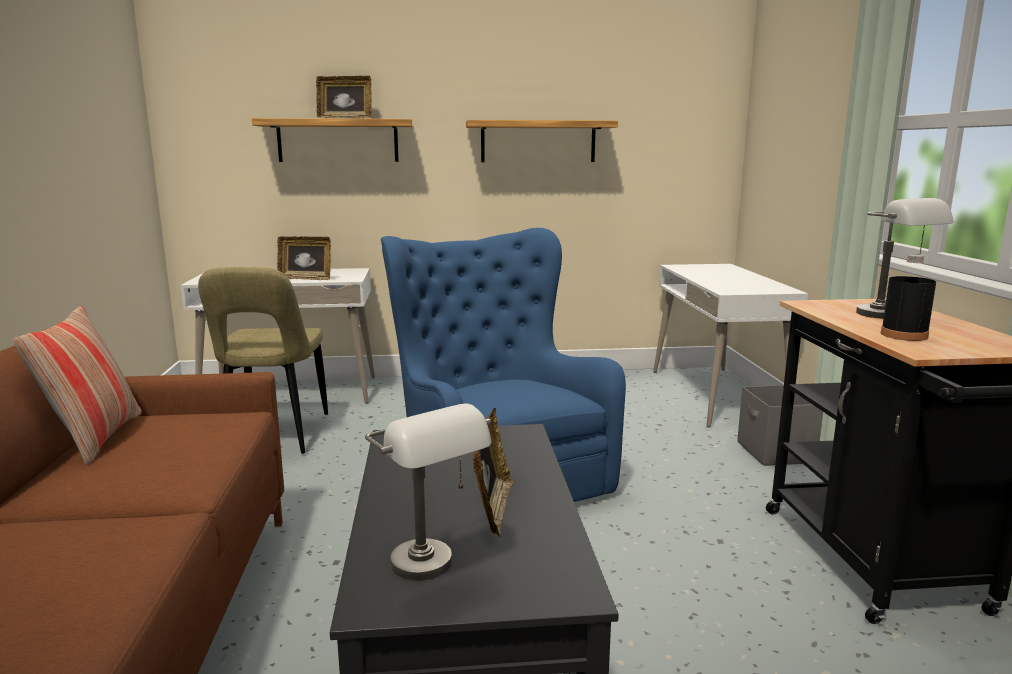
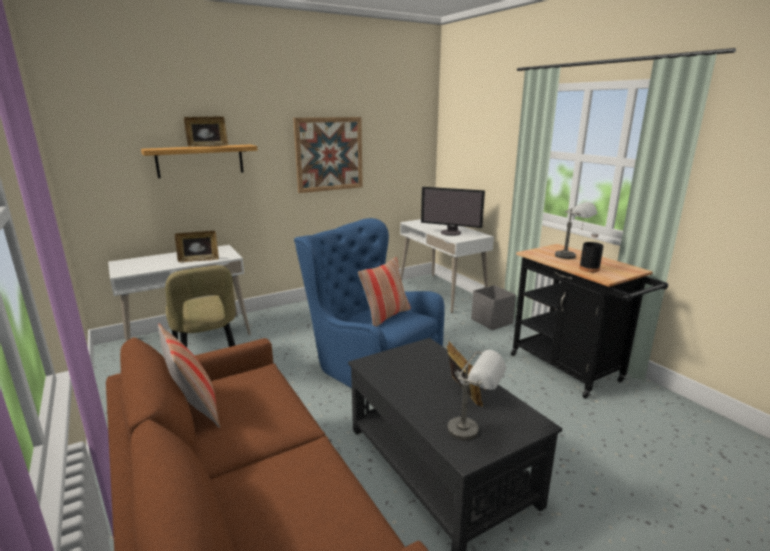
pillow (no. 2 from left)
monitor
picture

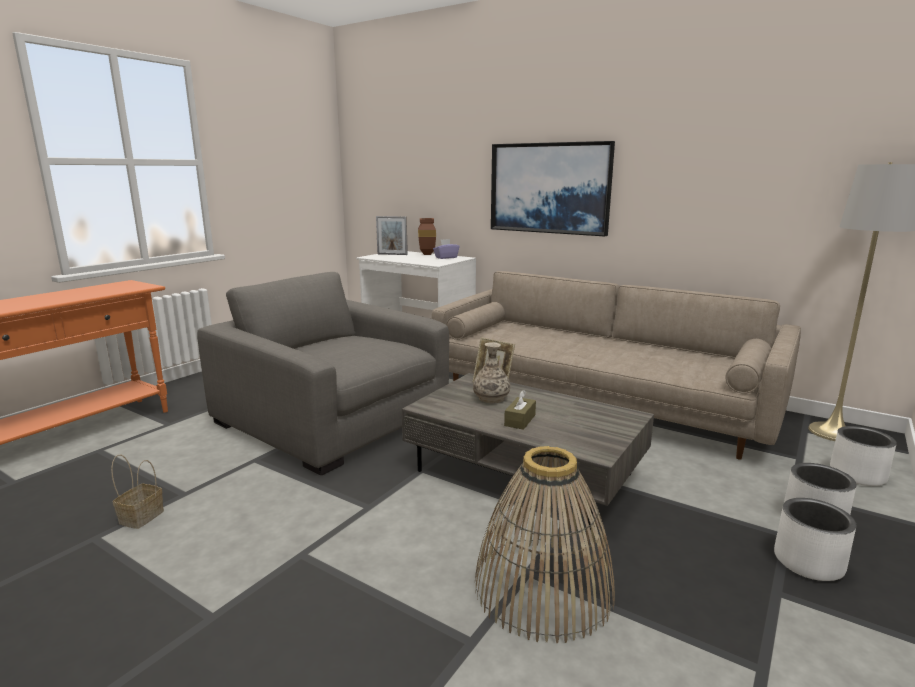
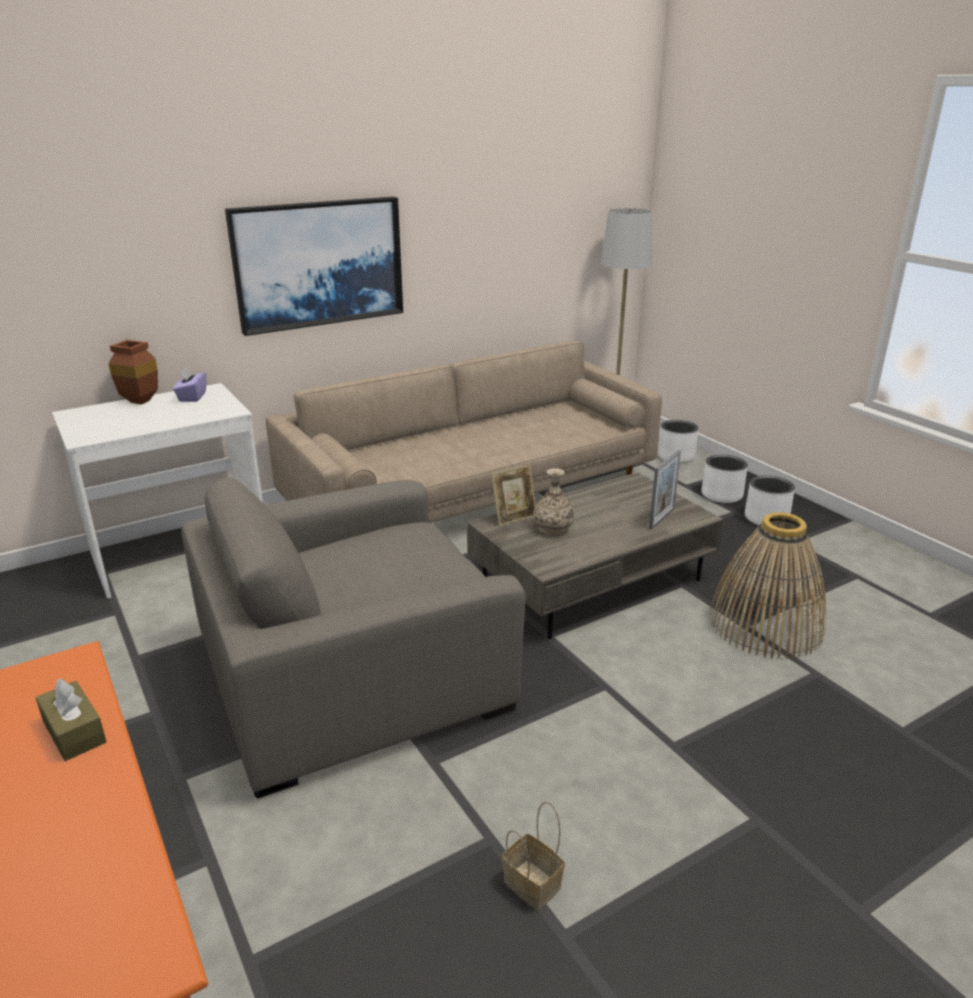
picture frame (no. 2 from left)
brown tissue box

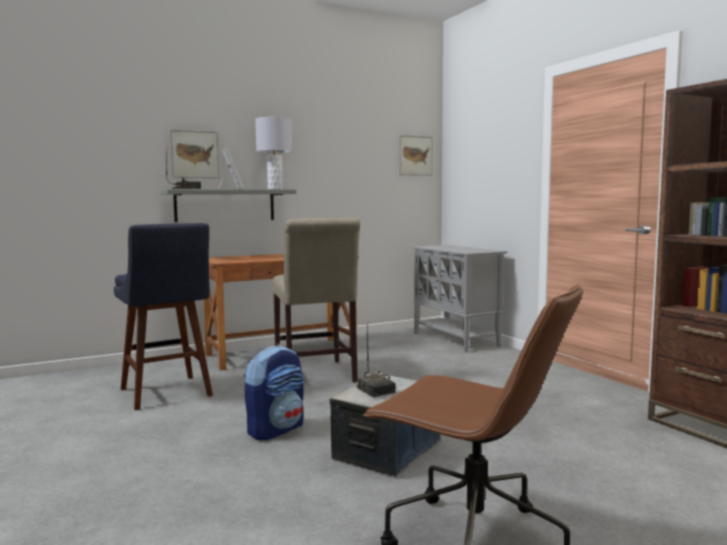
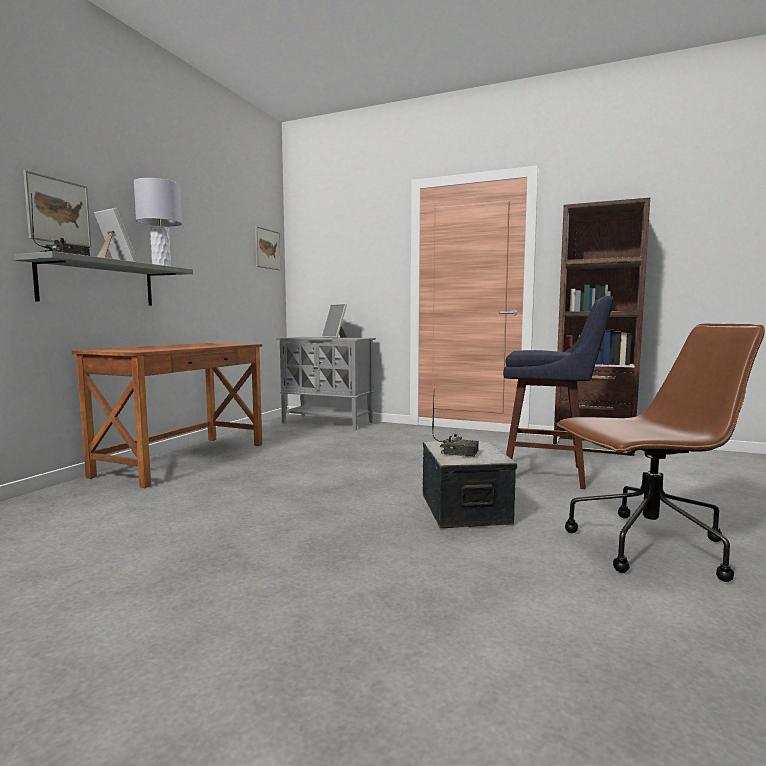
backpack
beige chair
picture frame (no. 2 from left)
blue stool

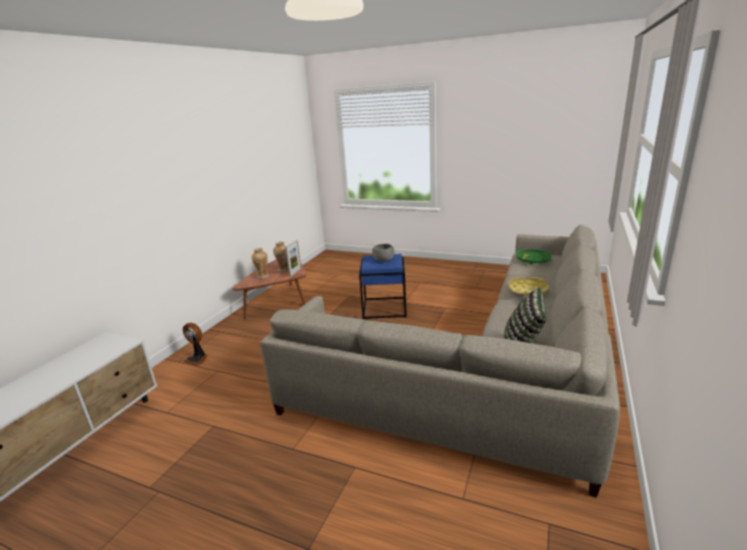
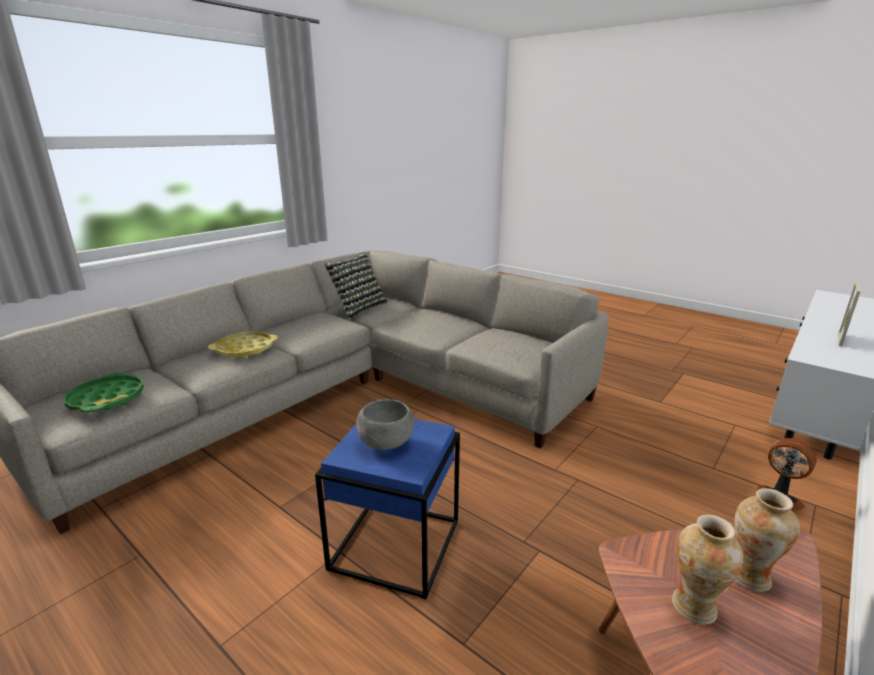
picture frame

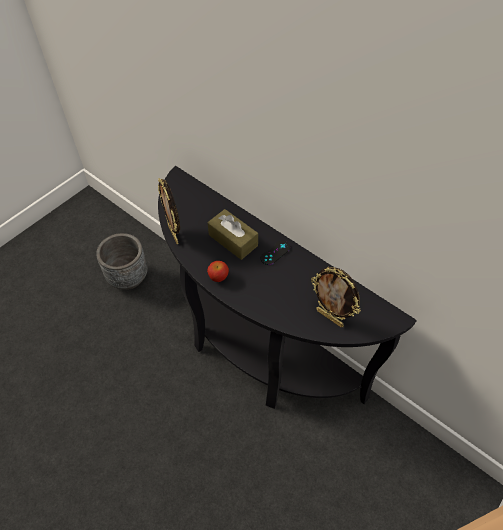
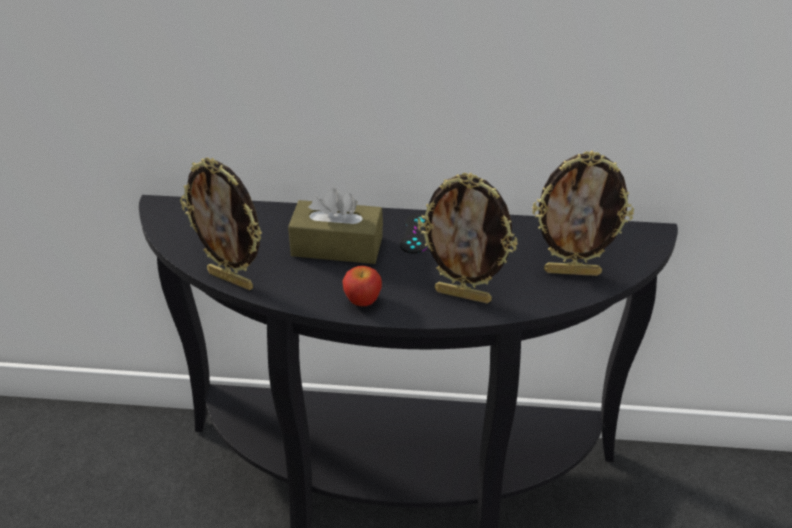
grey planter
picture frame (no. 2 from left)

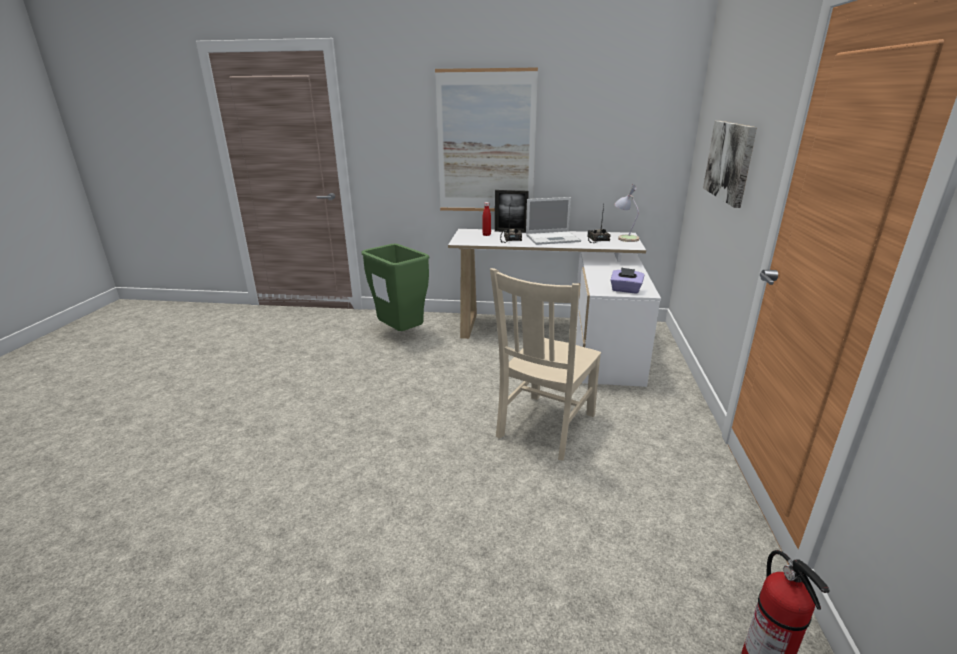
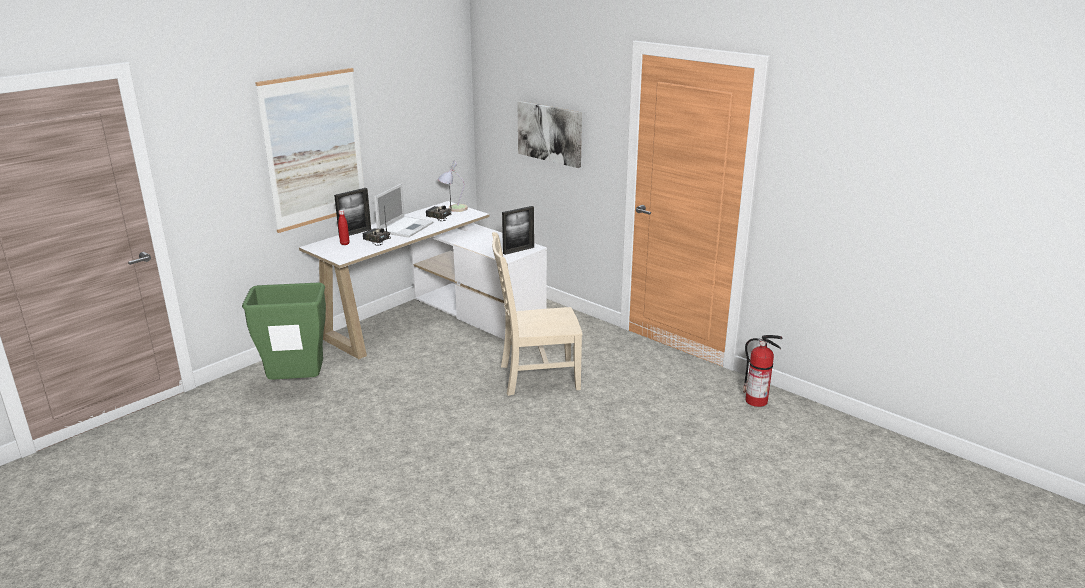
picture frame (no. 2 from left)
beige chair

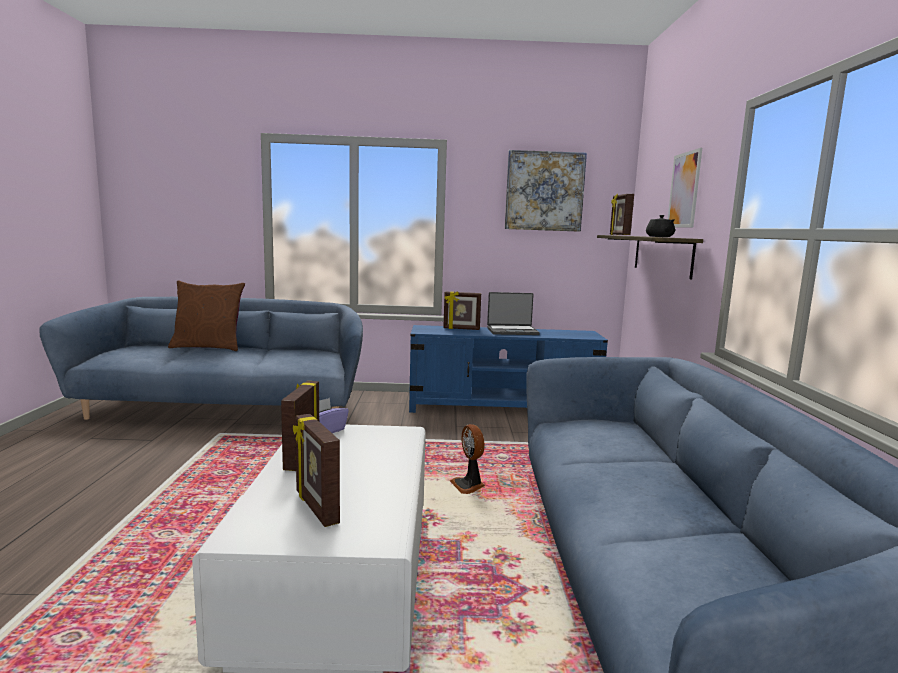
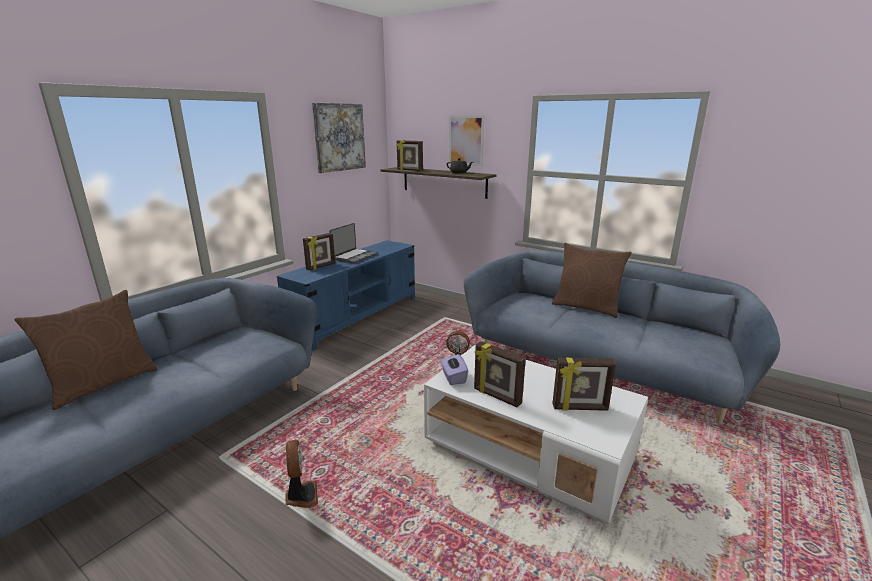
fan (no. 1 from left)
brown pillow (no. 2 from left)

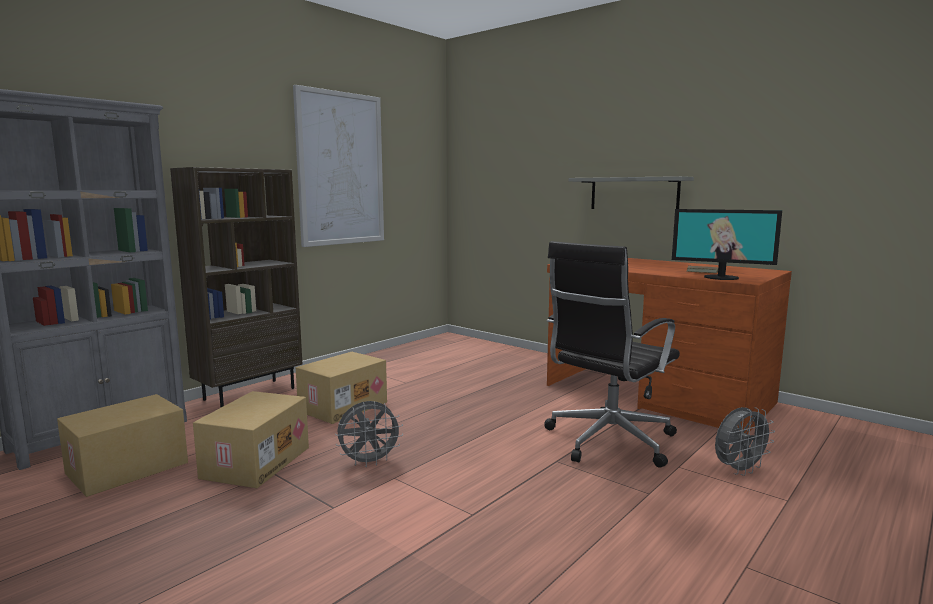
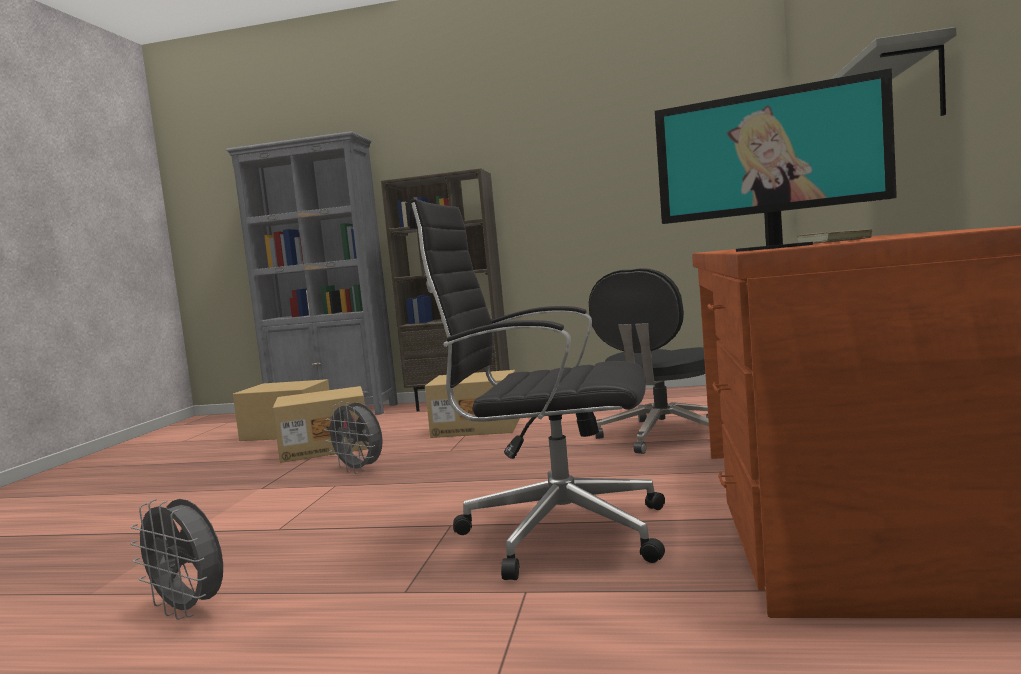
picture
black office chair (no. 2 from left)
grey fan (no. 1 from left)
monitor

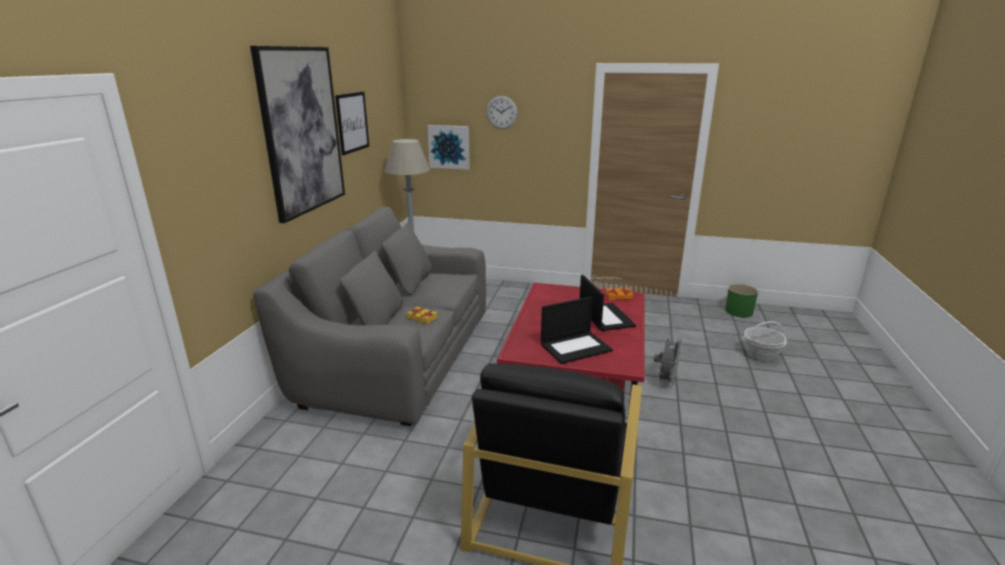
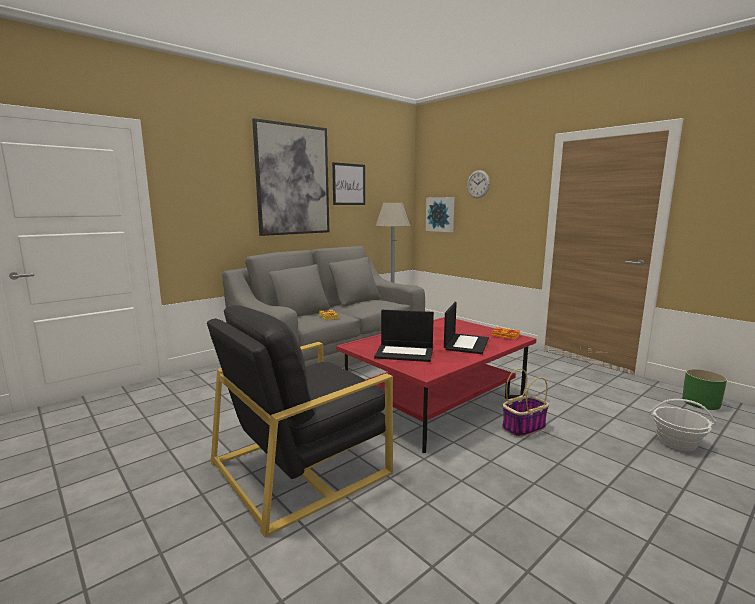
basket (no. 1 from left)

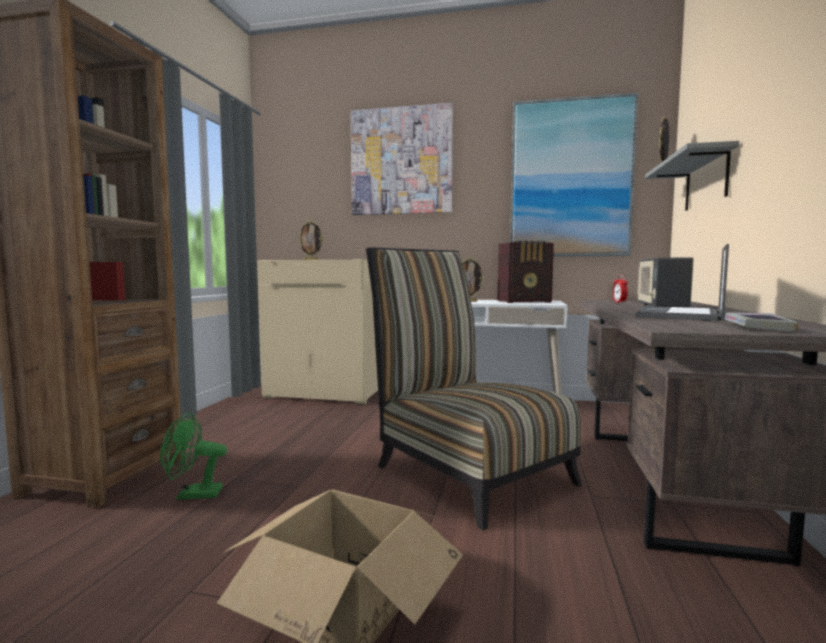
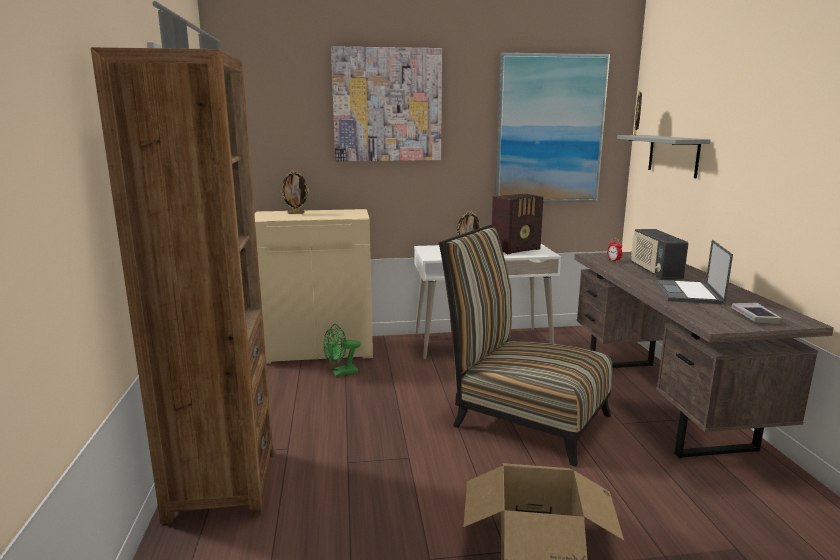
green fan

